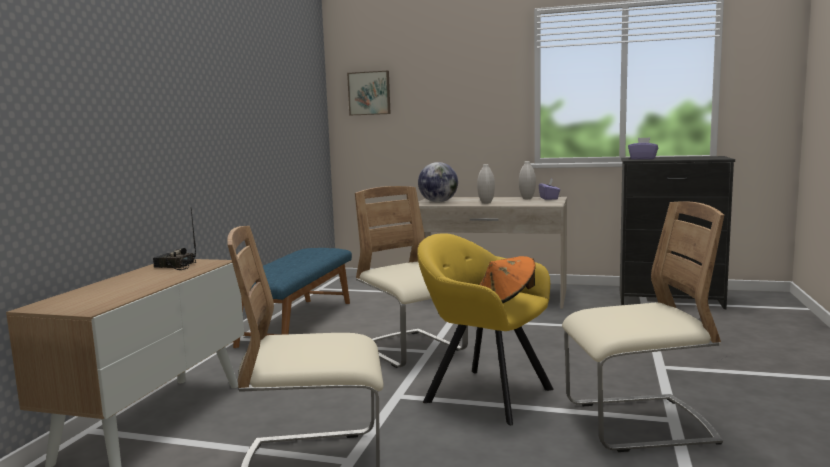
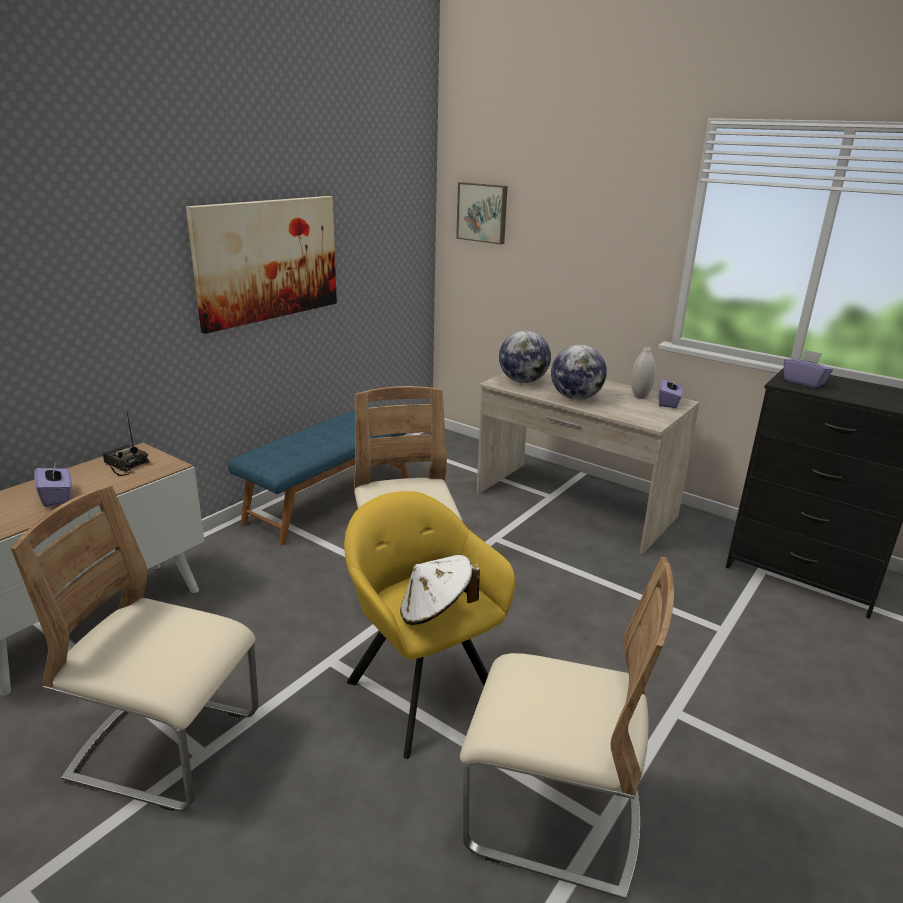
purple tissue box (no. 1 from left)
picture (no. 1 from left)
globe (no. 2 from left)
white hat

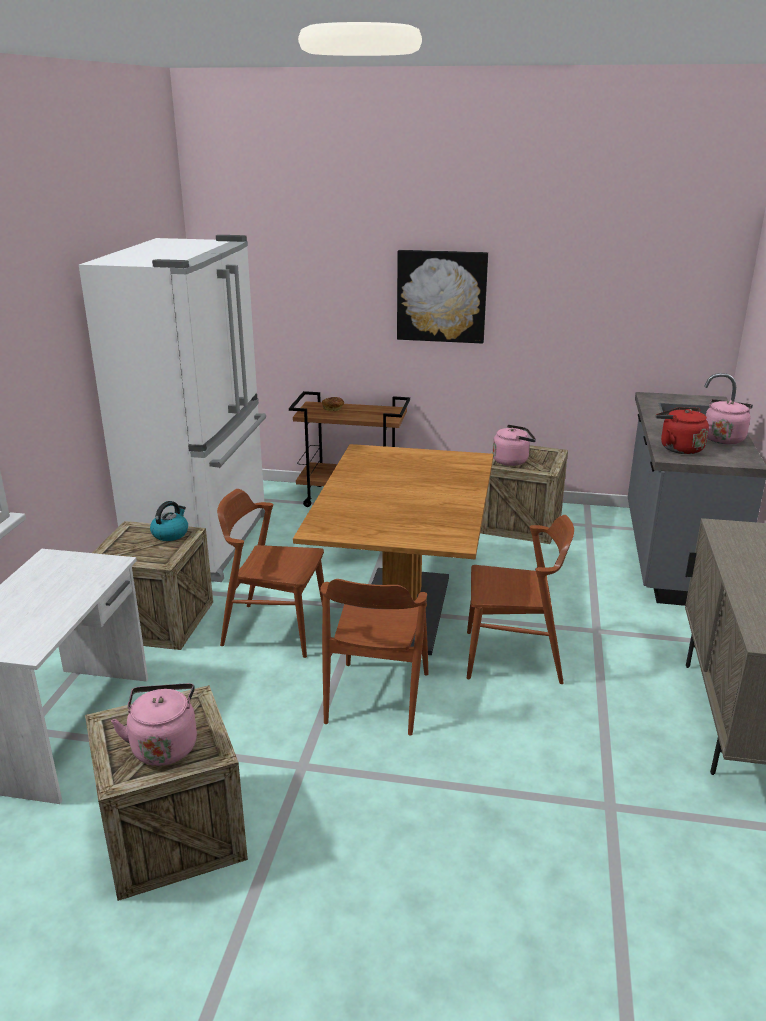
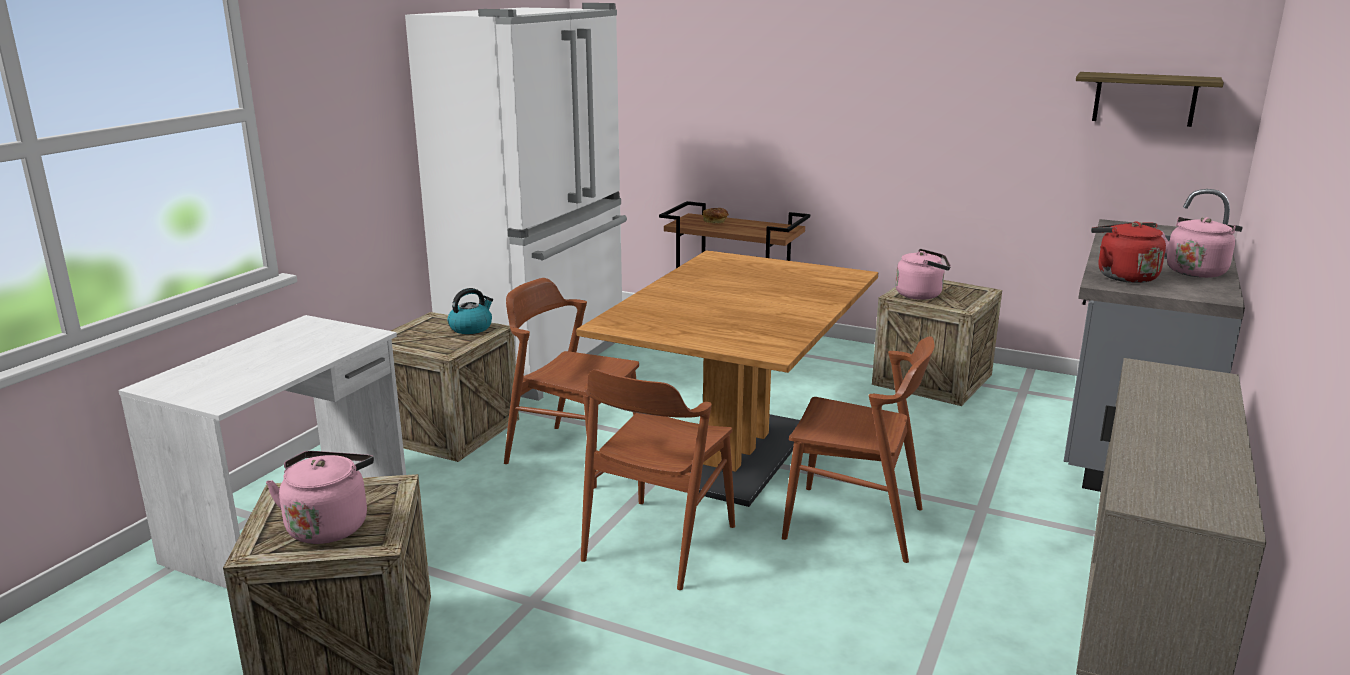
picture
shelf

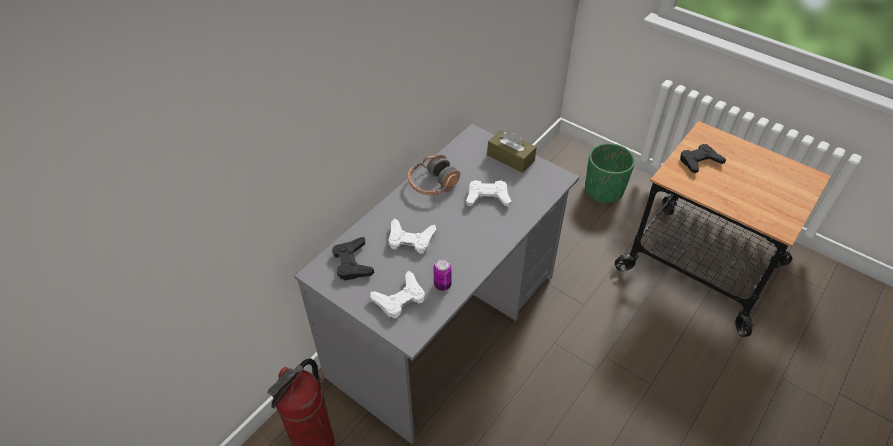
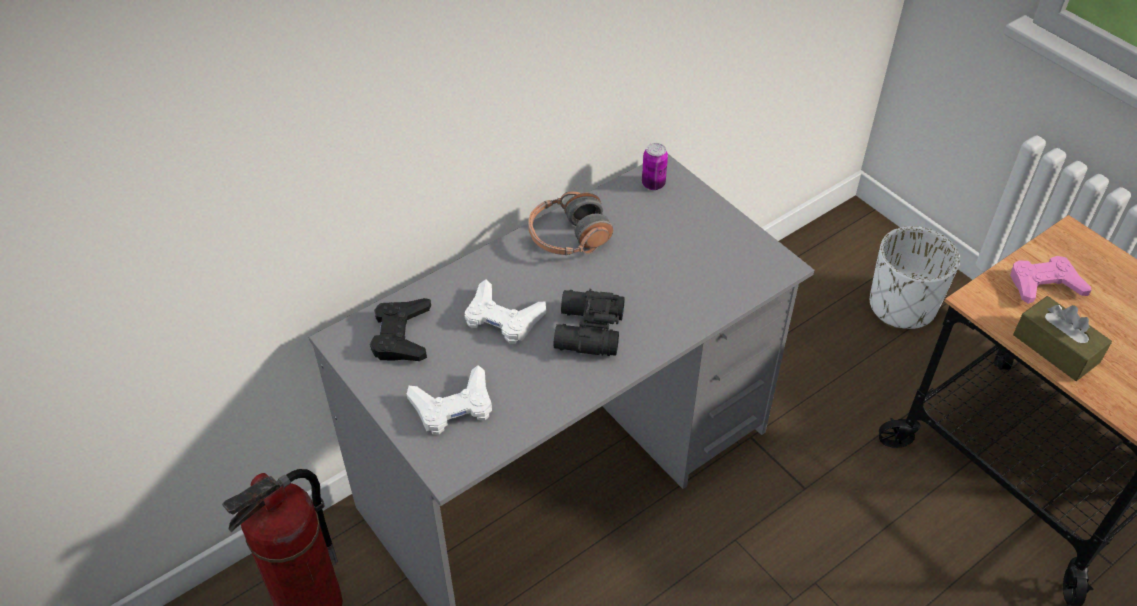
white game controller (no. 3 from left in the first image)
black binoculars
can
brown tissue box
white planter
pink game controller

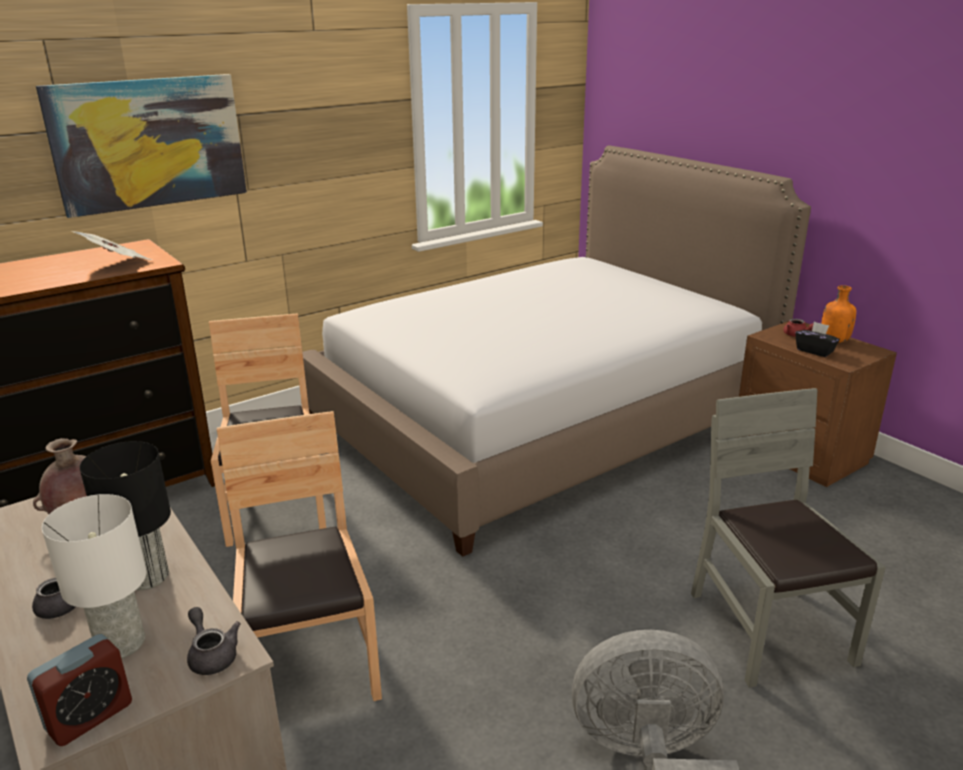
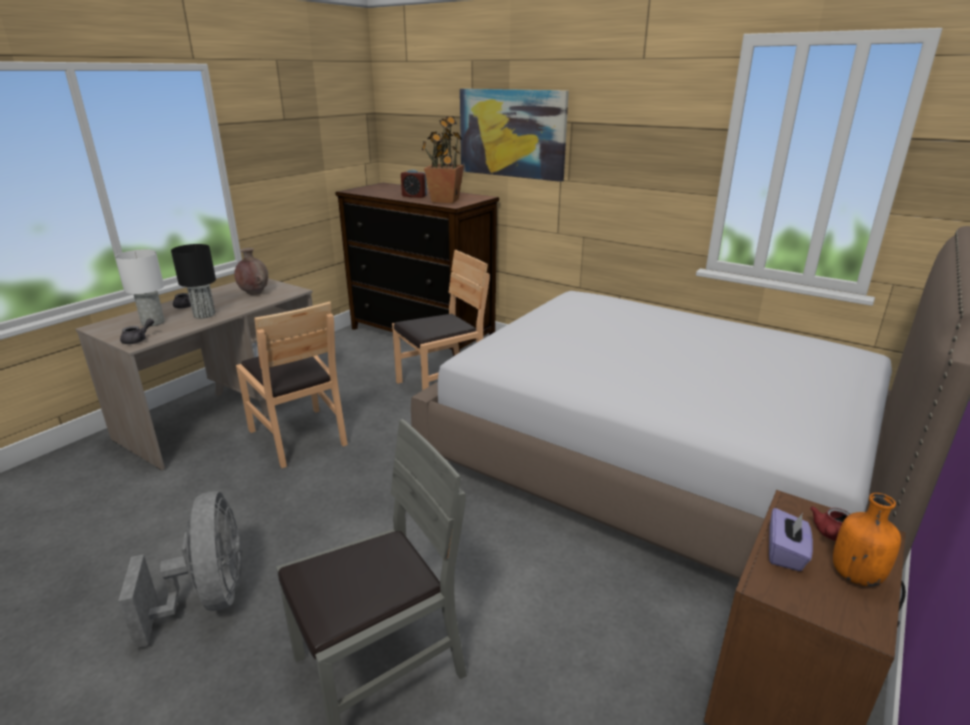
alarm clock
potted plant
purple tissue box
brown chair (no. 1 from left)

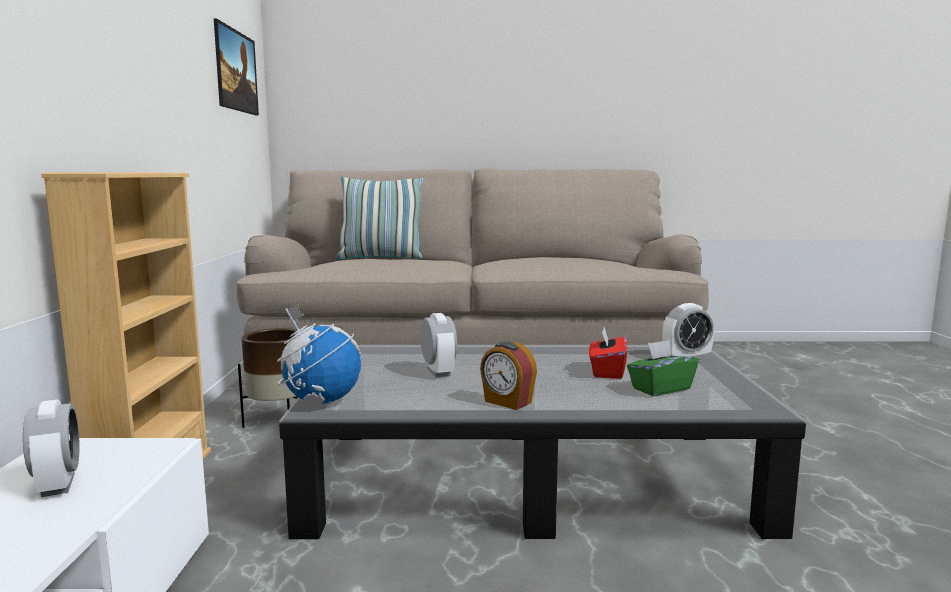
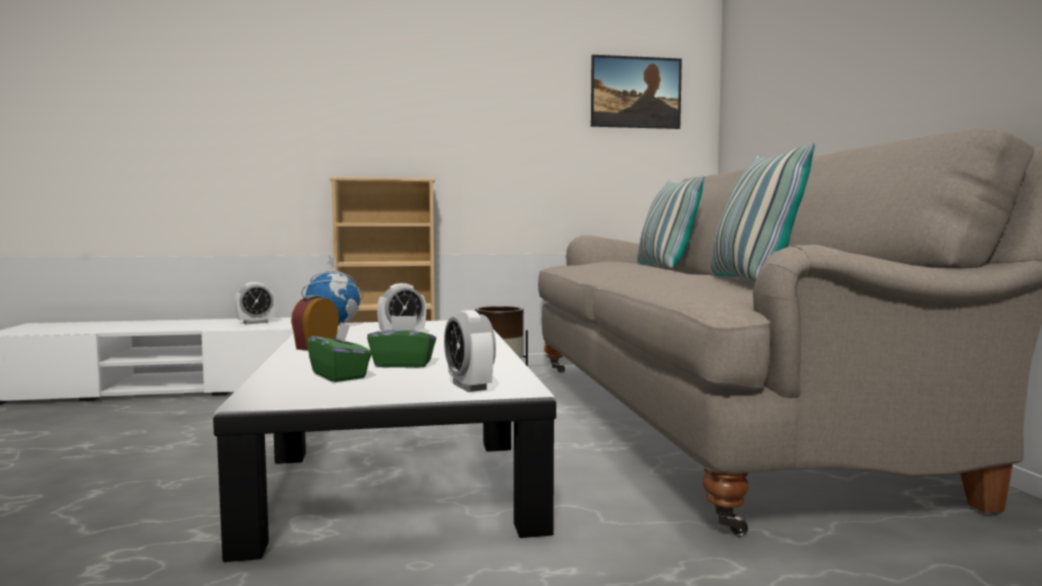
pillow (no. 2 from left)
green tissue box (no. 2 from left)

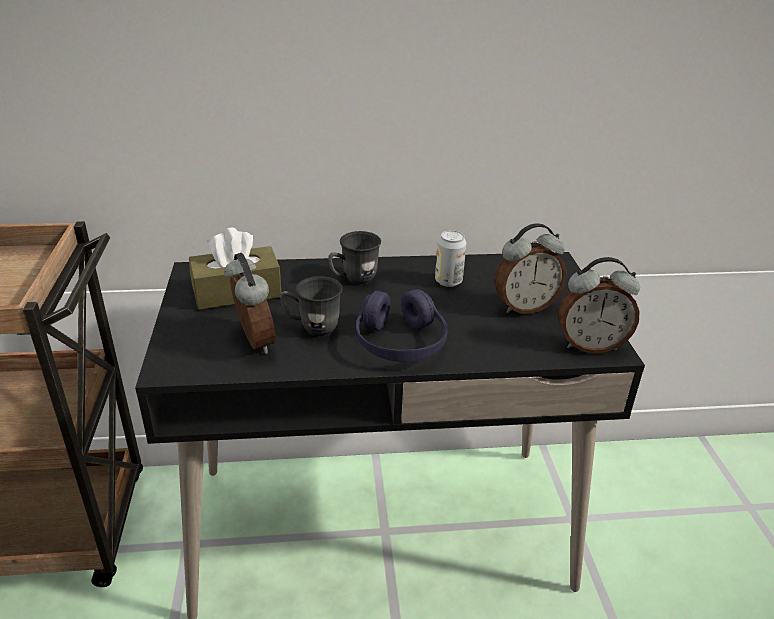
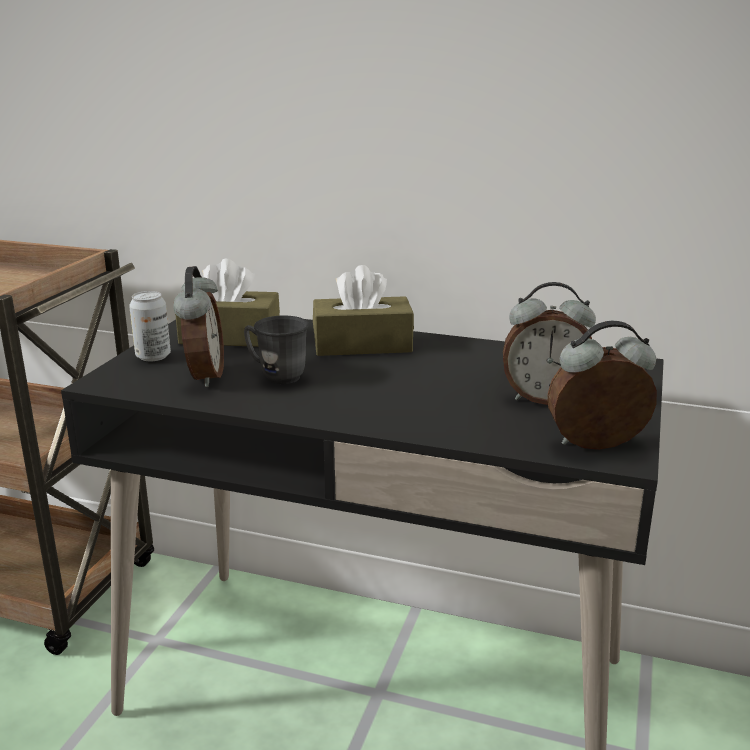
purple headphones
can
brown tissue box (no. 2 from left)
alarm clock (no. 3 from left)

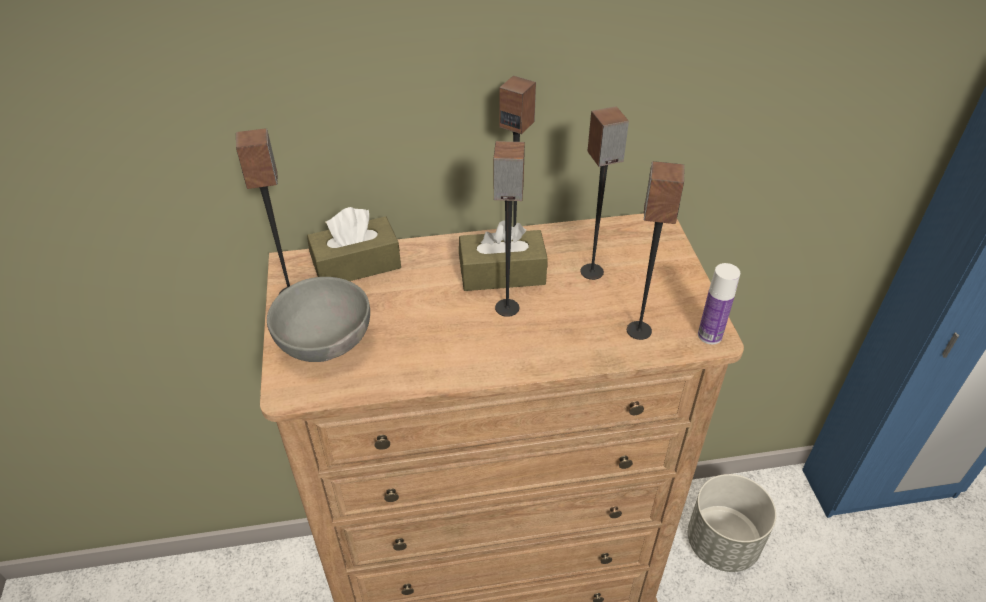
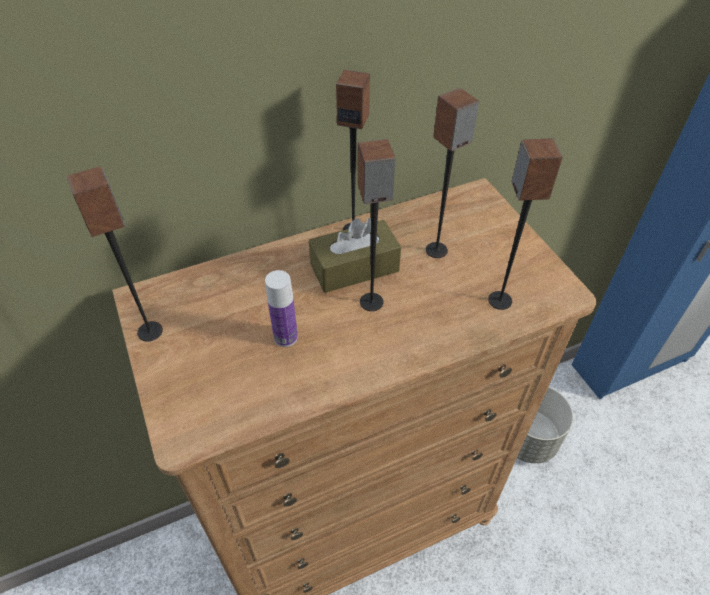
grey bowl
brown tissue box (no. 1 from left in the first image)
bottle

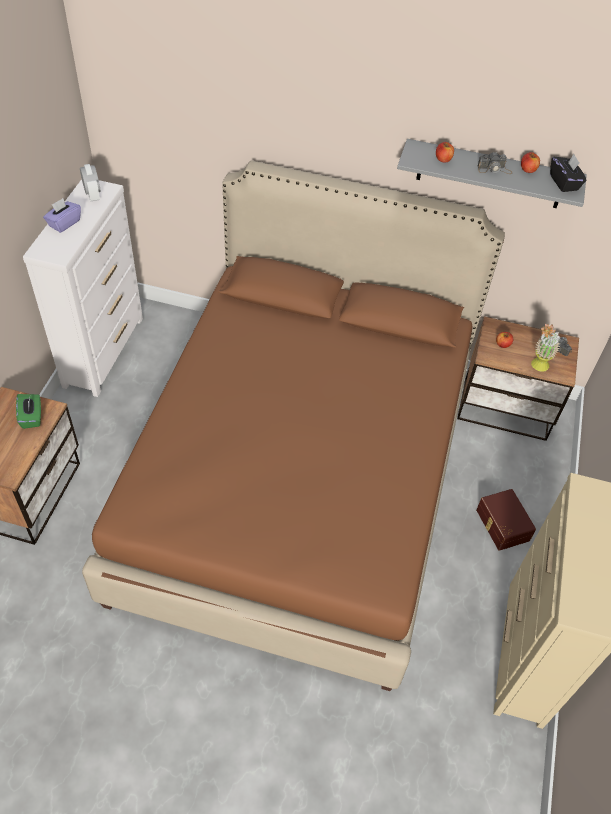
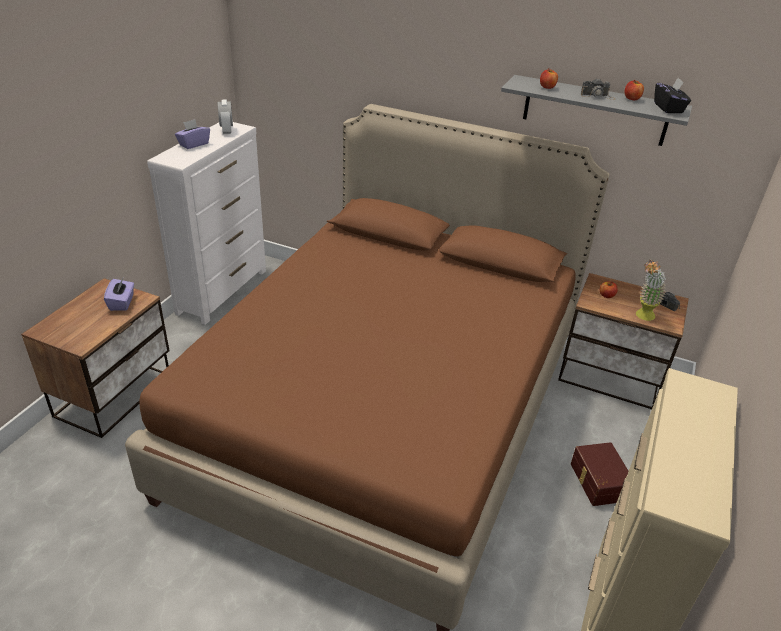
purple tissue box (no. 1 from left)

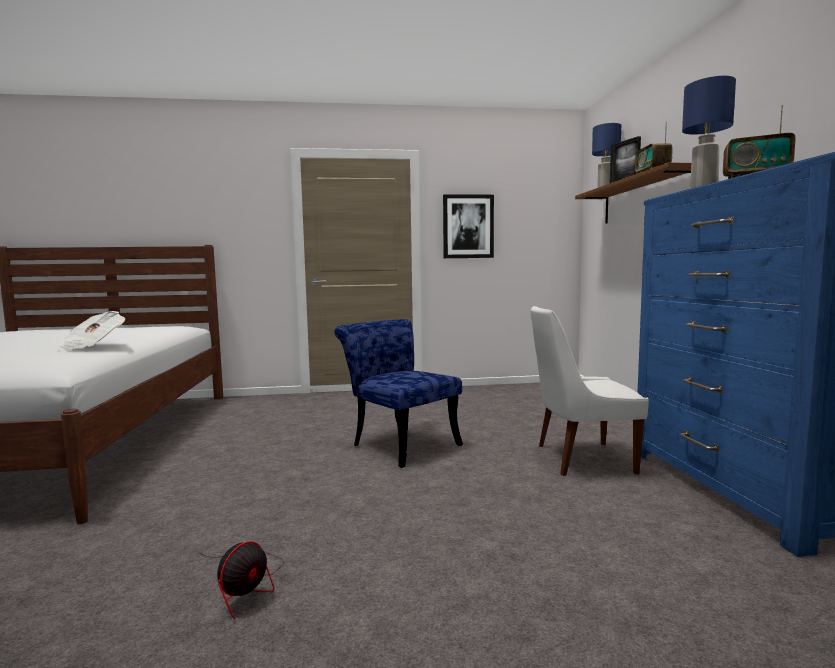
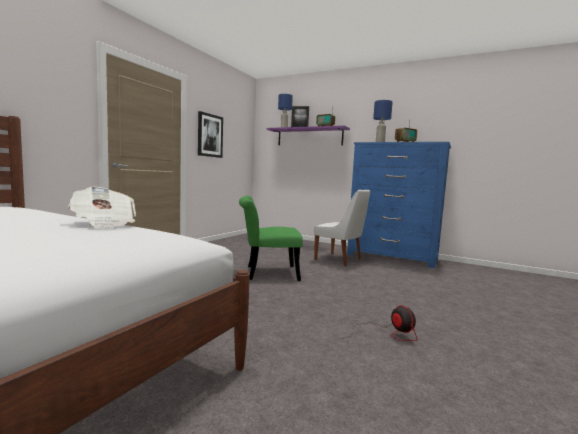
green chair
purple shelf
white chair

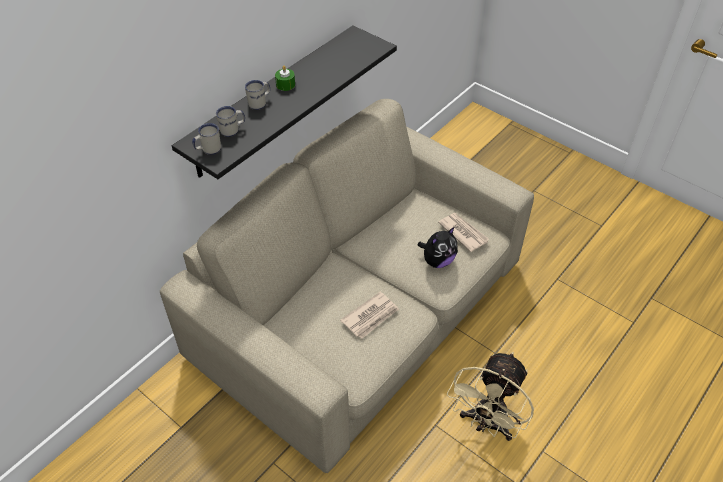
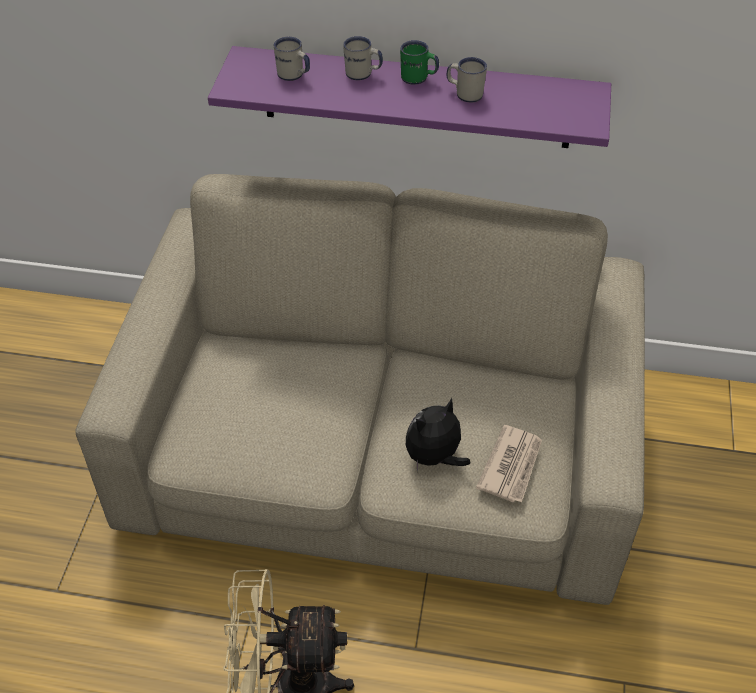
newspaper (no. 1 from left in the first image)
white mug (no. 3 from left)
green mug
purple shelf
plush toy

